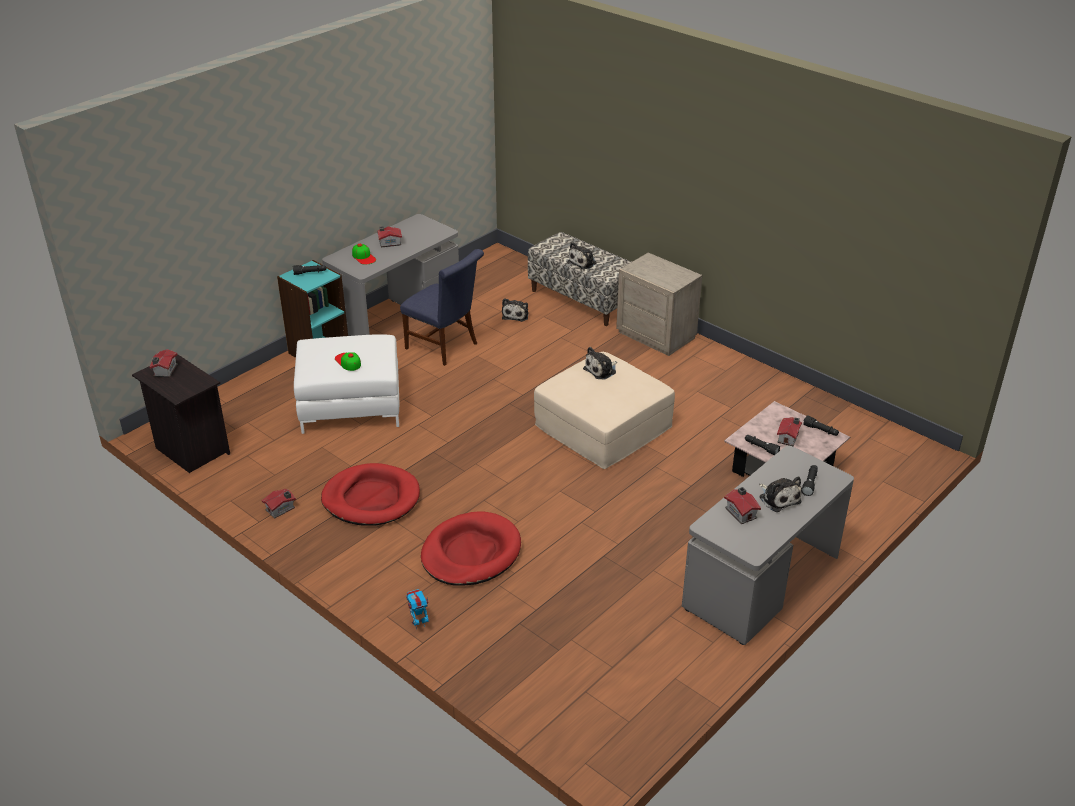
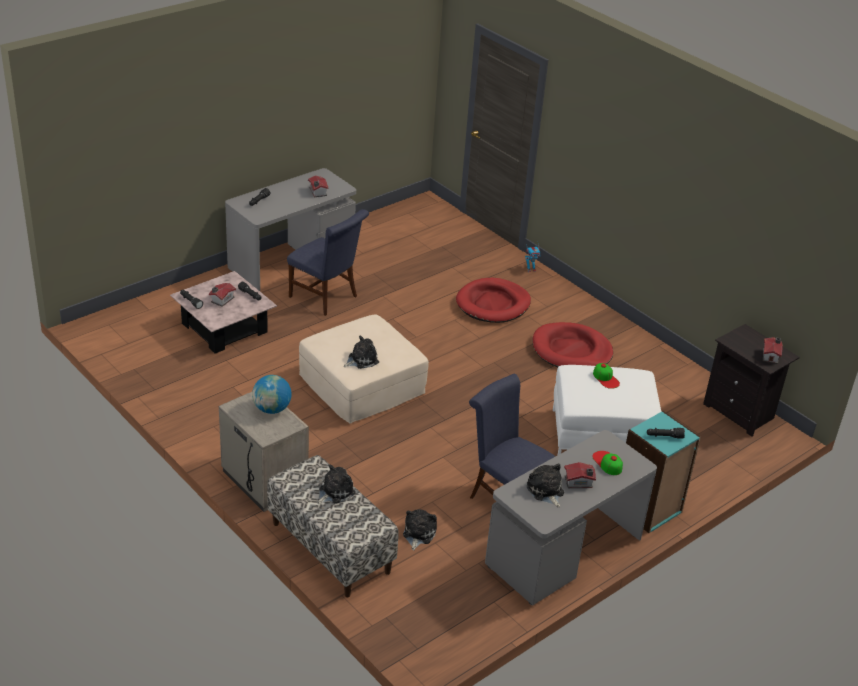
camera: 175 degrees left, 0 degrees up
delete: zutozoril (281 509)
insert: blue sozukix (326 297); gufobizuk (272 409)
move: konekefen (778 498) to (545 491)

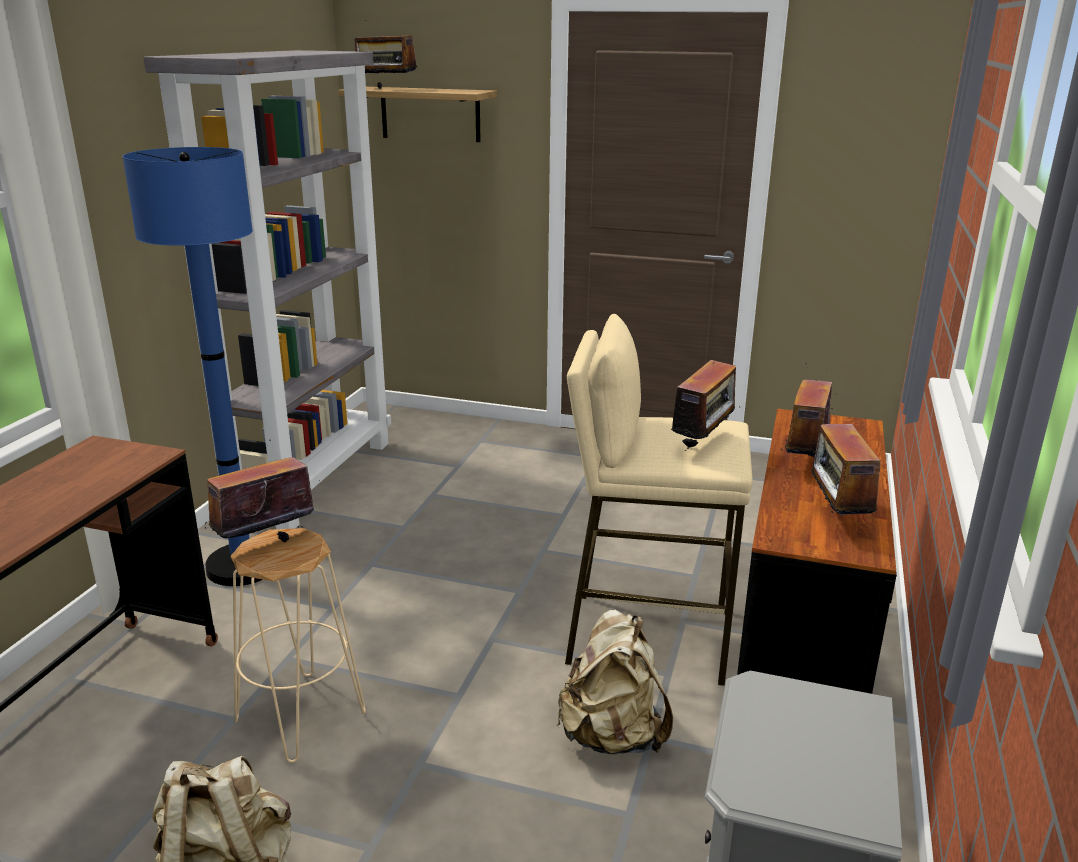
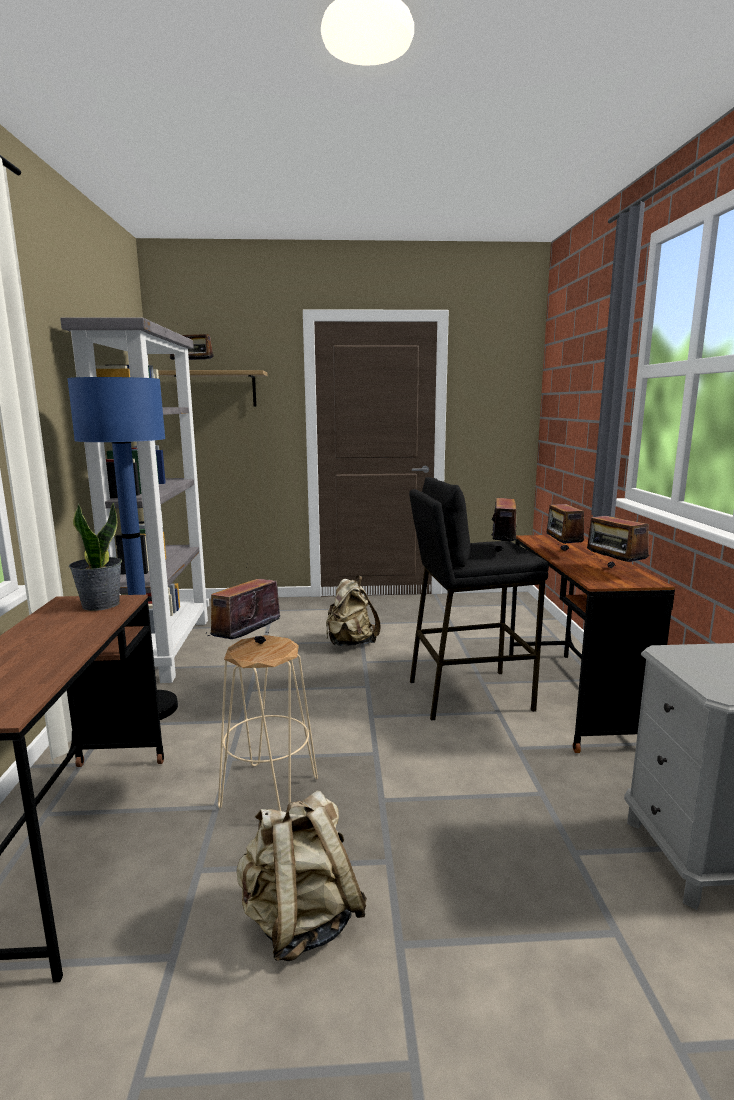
camera: 20 degrees left, 10 degrees down
insert: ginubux (100 604)
move: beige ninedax (611 736) to (350 643)
recolor: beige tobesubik (647 635) to black tobesubik (468 694)

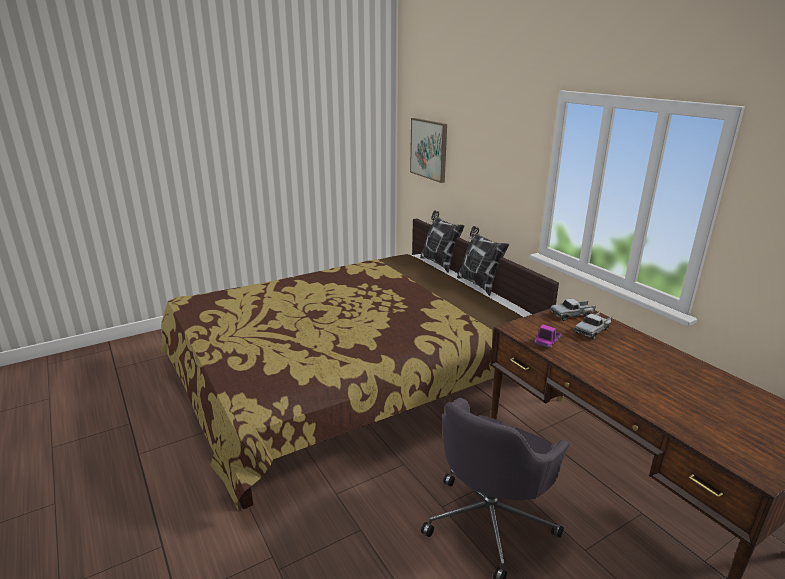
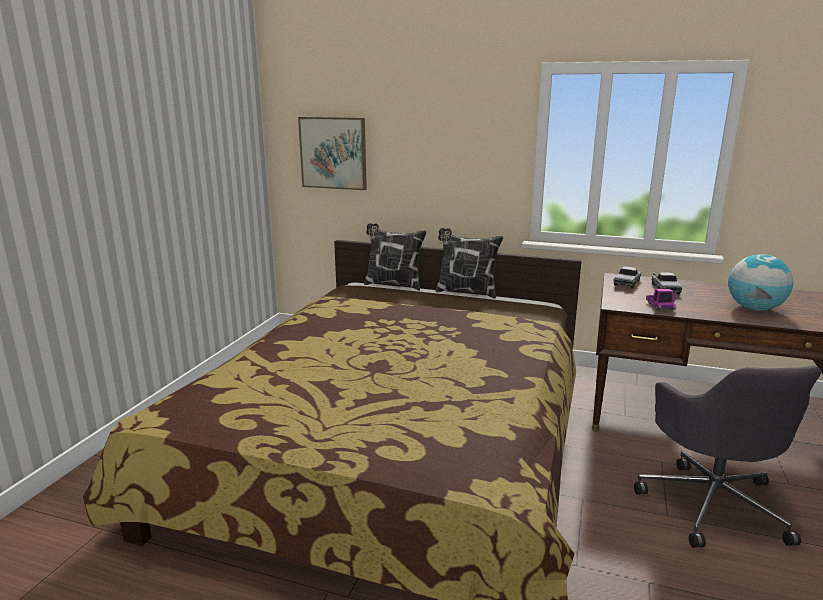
camera: 40 degrees left, 5 degrees down
insert: gufobizuk (754 308)

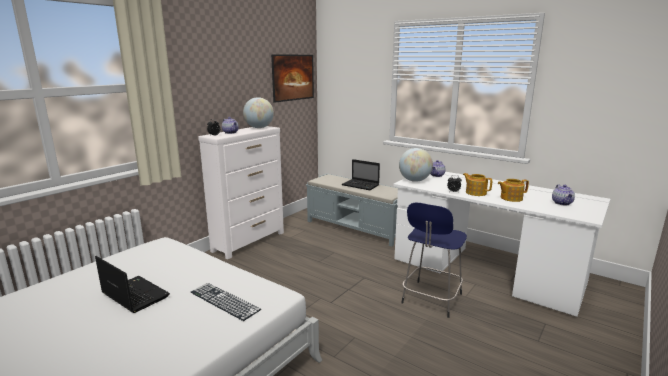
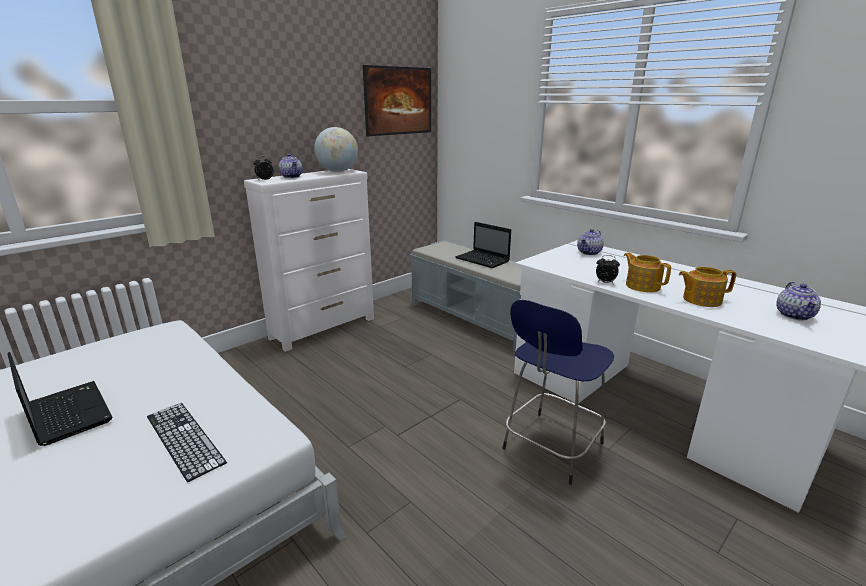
camera: 10 degrees right, 5 degrees up
delete: gufobizuk (414 180)

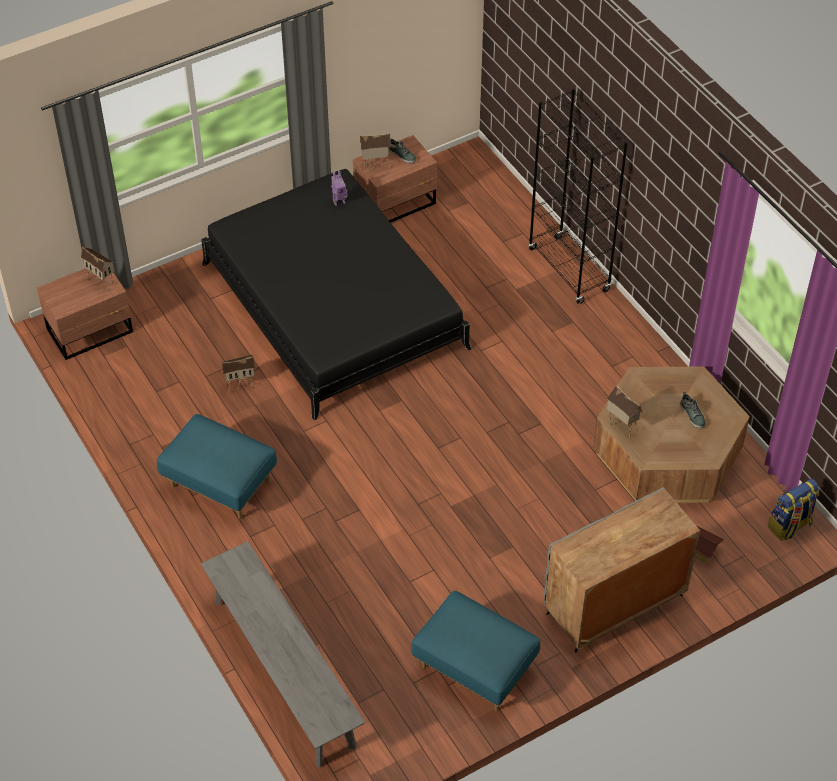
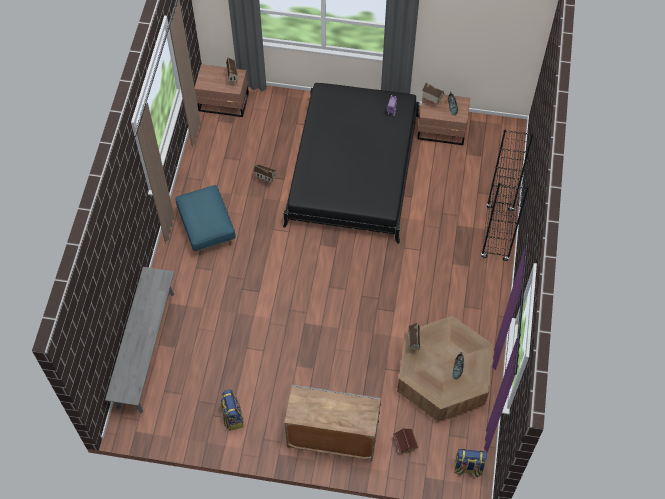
camera: 40 degrees right, 10 degrees up
replace: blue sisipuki (473 668) to ninedax (232 417)

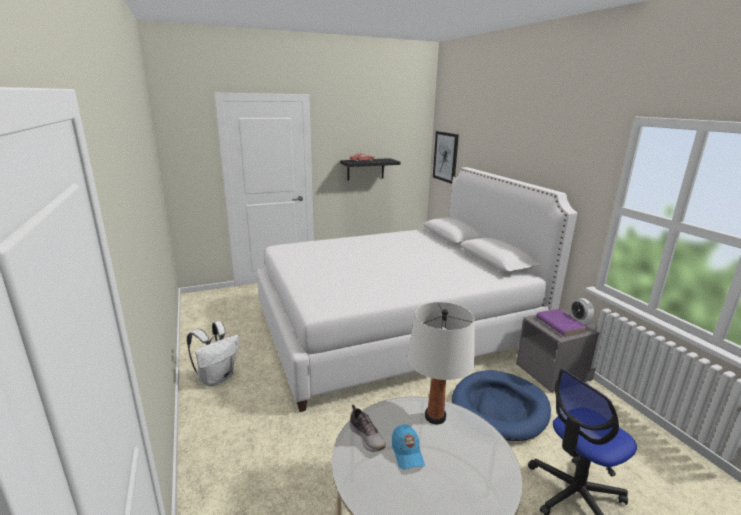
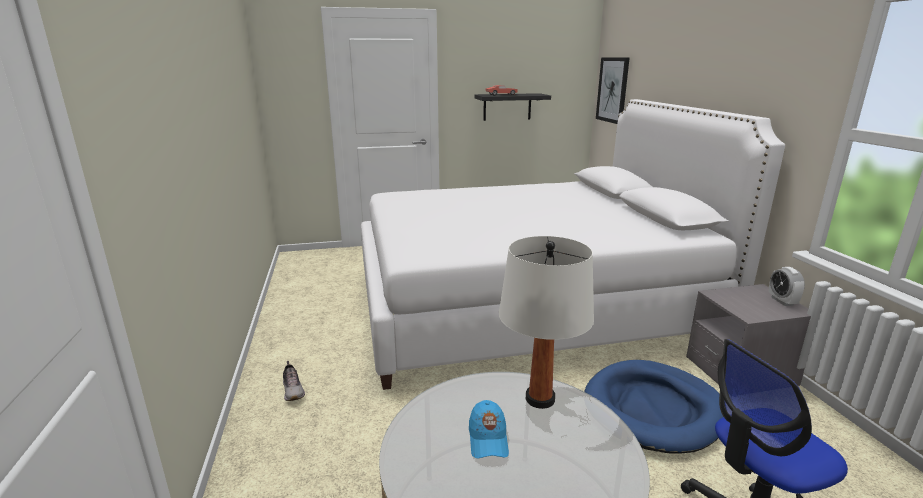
camera: 10 degrees right, 0 degrees up
delete: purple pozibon (559 325); white ninedax (217 377)
move: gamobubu (367 437) to (293 390)

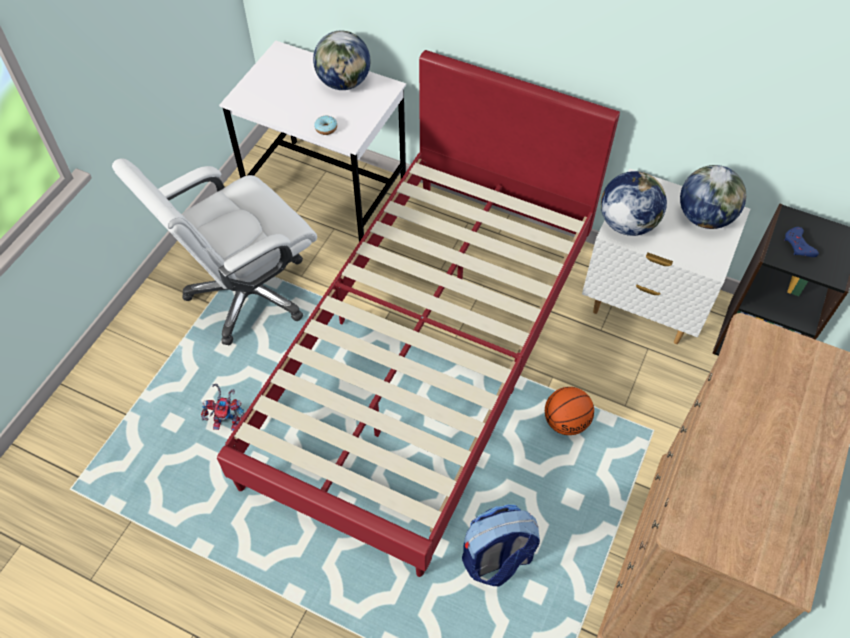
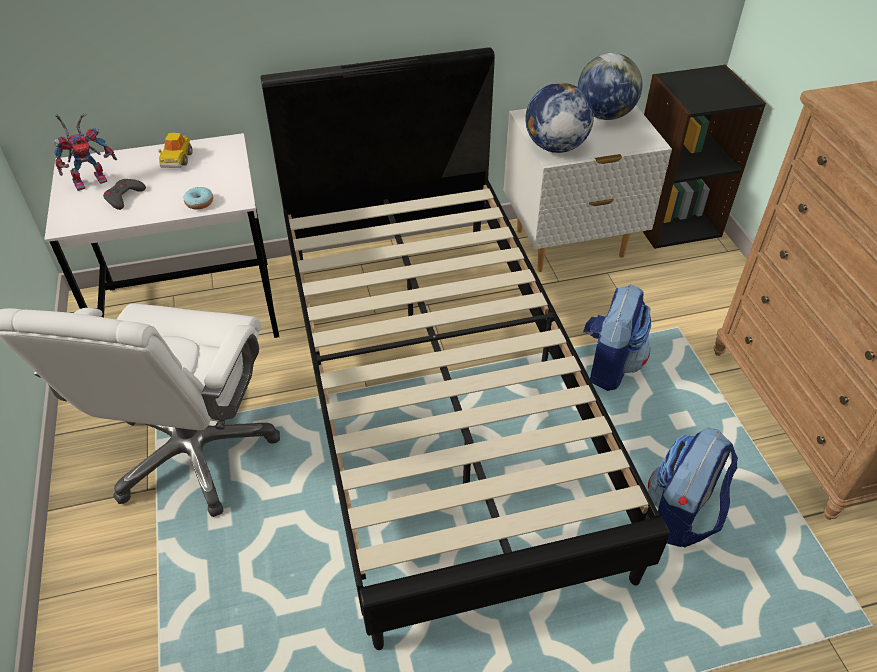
camera: 40 degrees left, 10 degrees down
delete: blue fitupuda (798 245)
insert: grey fitupuda (124 197)
move: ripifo (230 422) to (92 179)
replace: gufobizuk (344 83) to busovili (177 159); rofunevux (566 421) to ninedax (609 365)
recolor: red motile (425 357) to black motile (438 393)

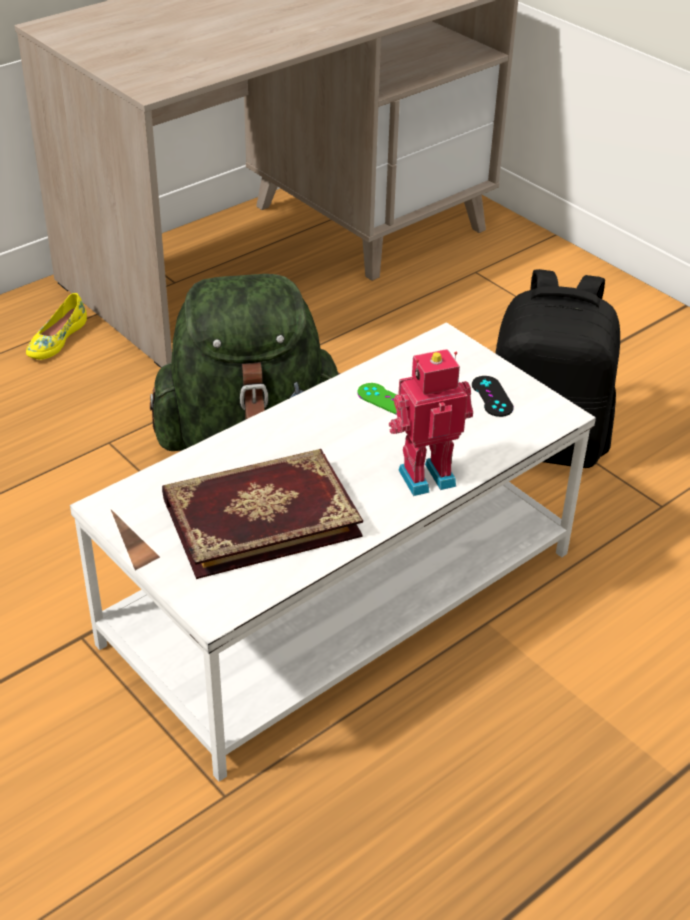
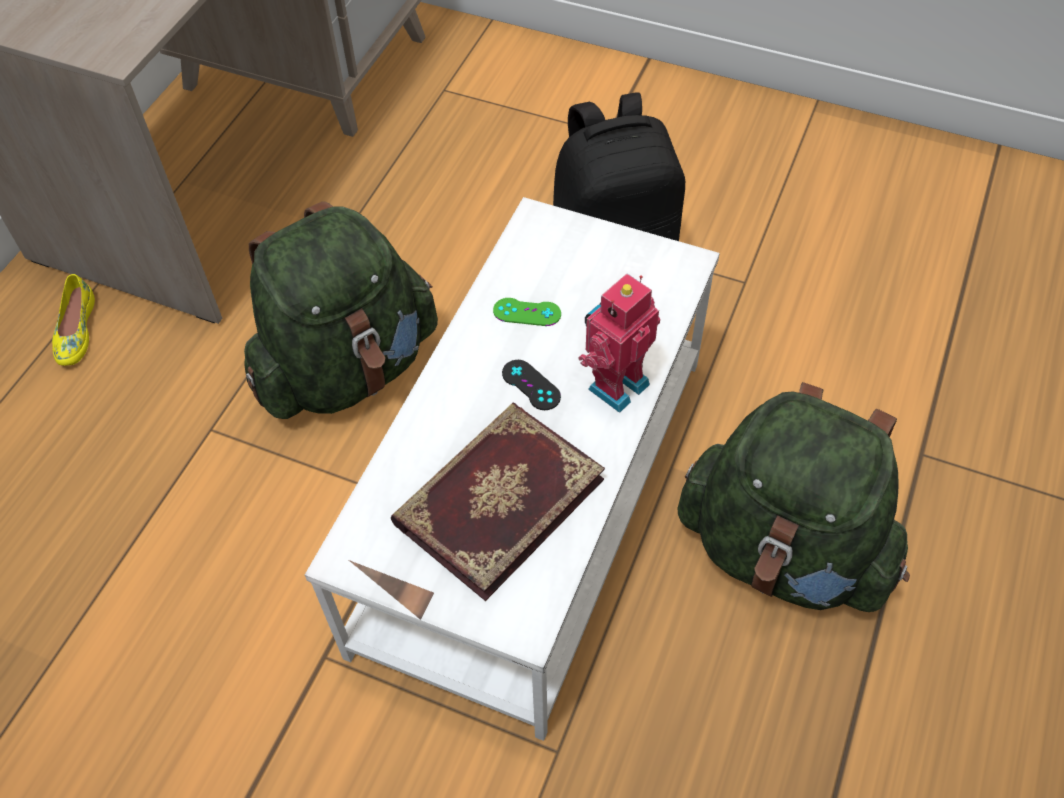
camera: 25 degrees left, 15 degrees up
insert: green ninedax (782 552)
move: black fitupuda (492 396) to (531 385)

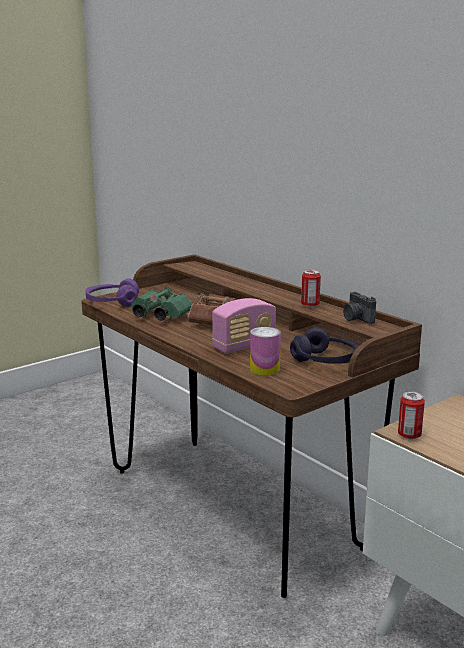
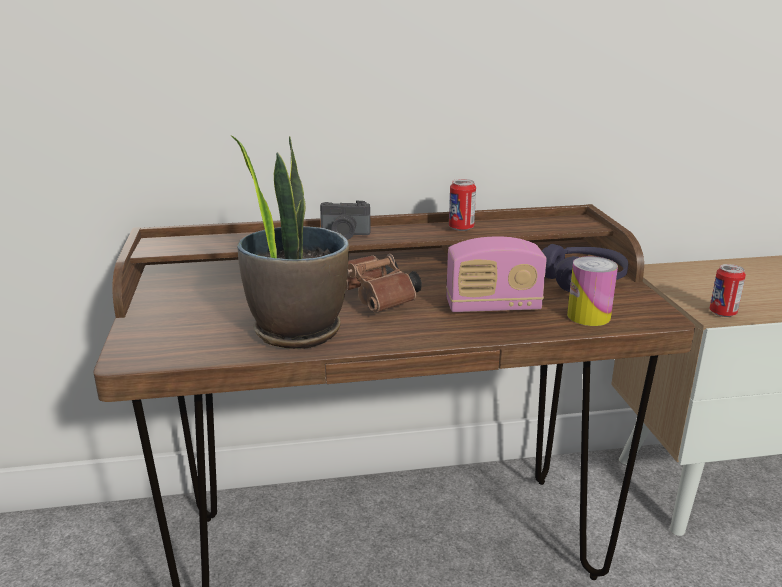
camera: 60 degrees left, 5 degrees up
delete: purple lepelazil (112 302)
move: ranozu (356 319) to (344 235)
replace: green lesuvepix (159 316) to ginubux (297 330)
rotate: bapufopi (244 346) = (493 307) 90 degrees clockwise

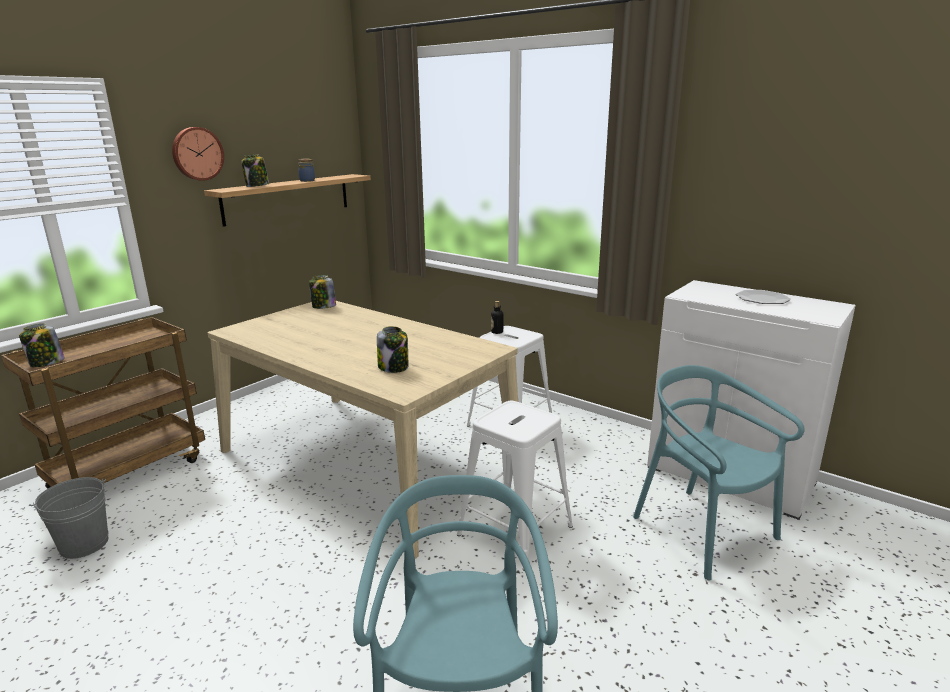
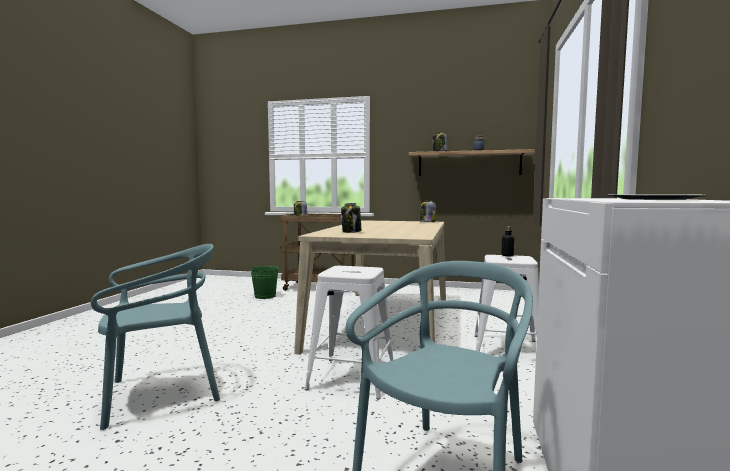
camera: 65 degrees right, 15 degrees down
delete: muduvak (197 153)
recolor: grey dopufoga (84 544) to green dopufoga (265 296)

